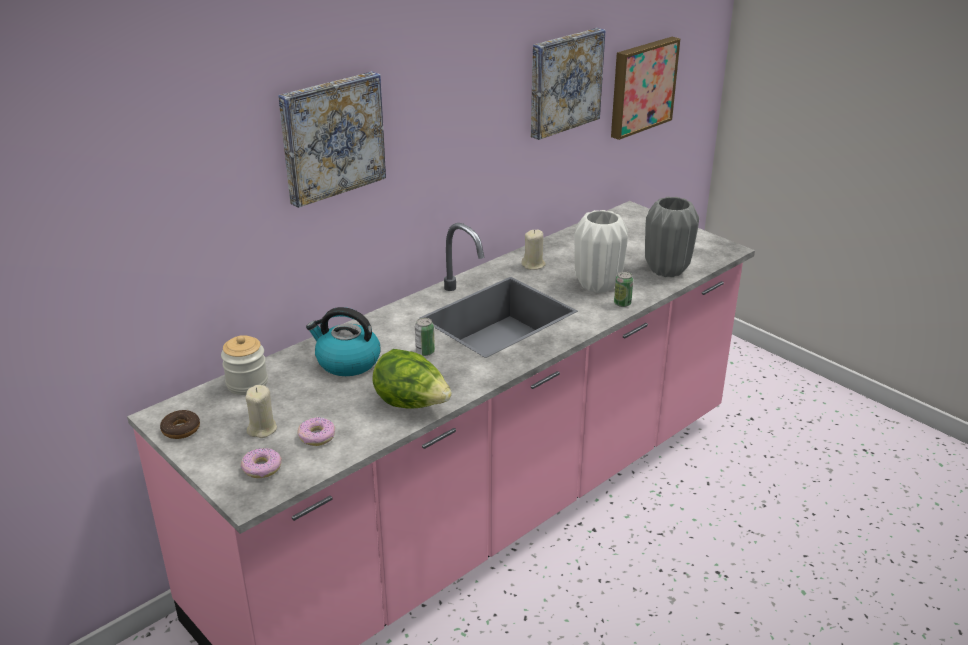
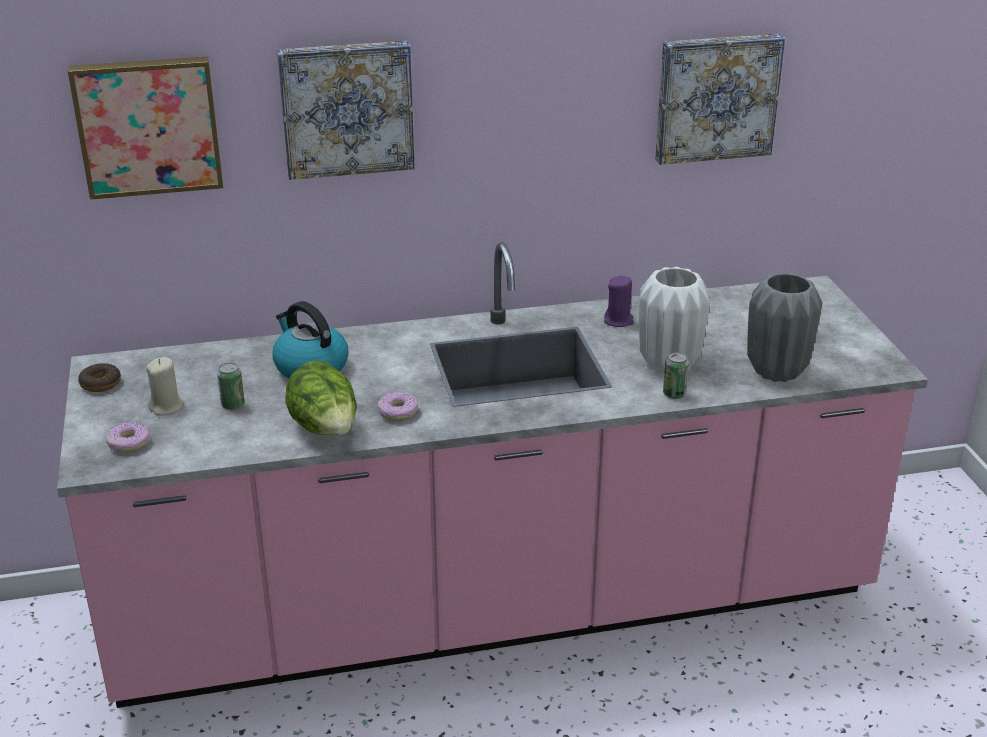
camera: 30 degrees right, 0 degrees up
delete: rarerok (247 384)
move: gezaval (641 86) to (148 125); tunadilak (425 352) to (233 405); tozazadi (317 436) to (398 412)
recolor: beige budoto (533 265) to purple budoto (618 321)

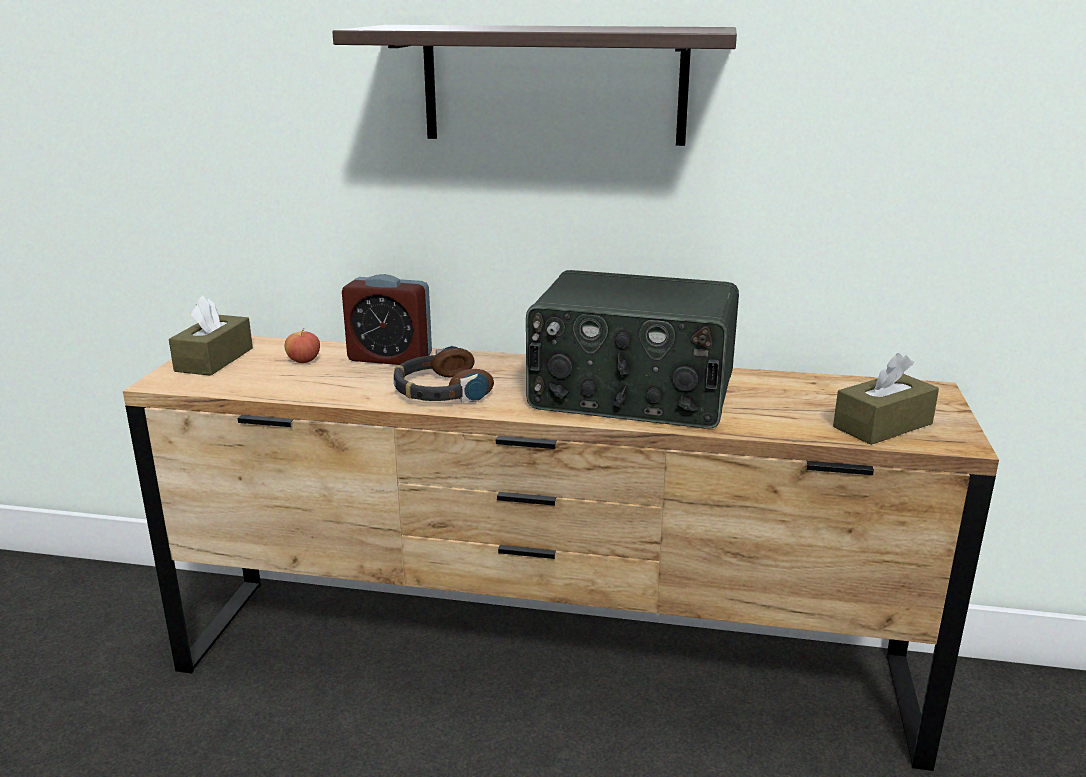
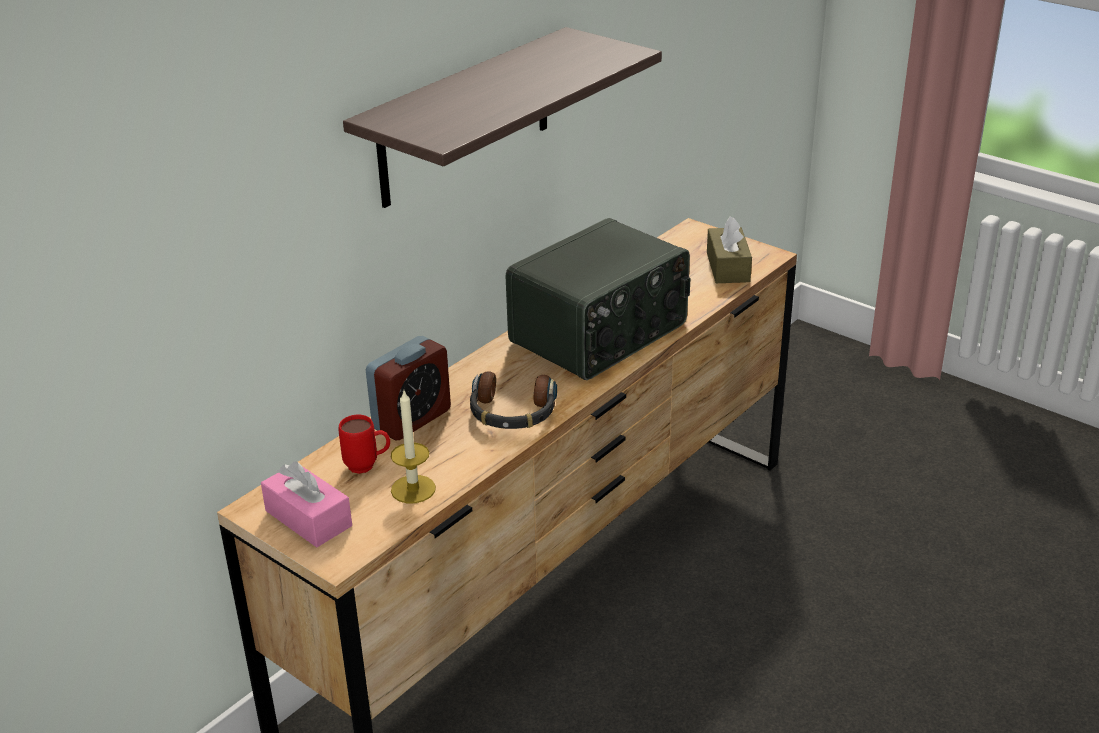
camera: 60 degrees left, 10 degrees up
insert: budoto (413 489)
replace: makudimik (303 360) to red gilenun (368 466)
recolor: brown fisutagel (214 359) to pink fisutagel (308 518)

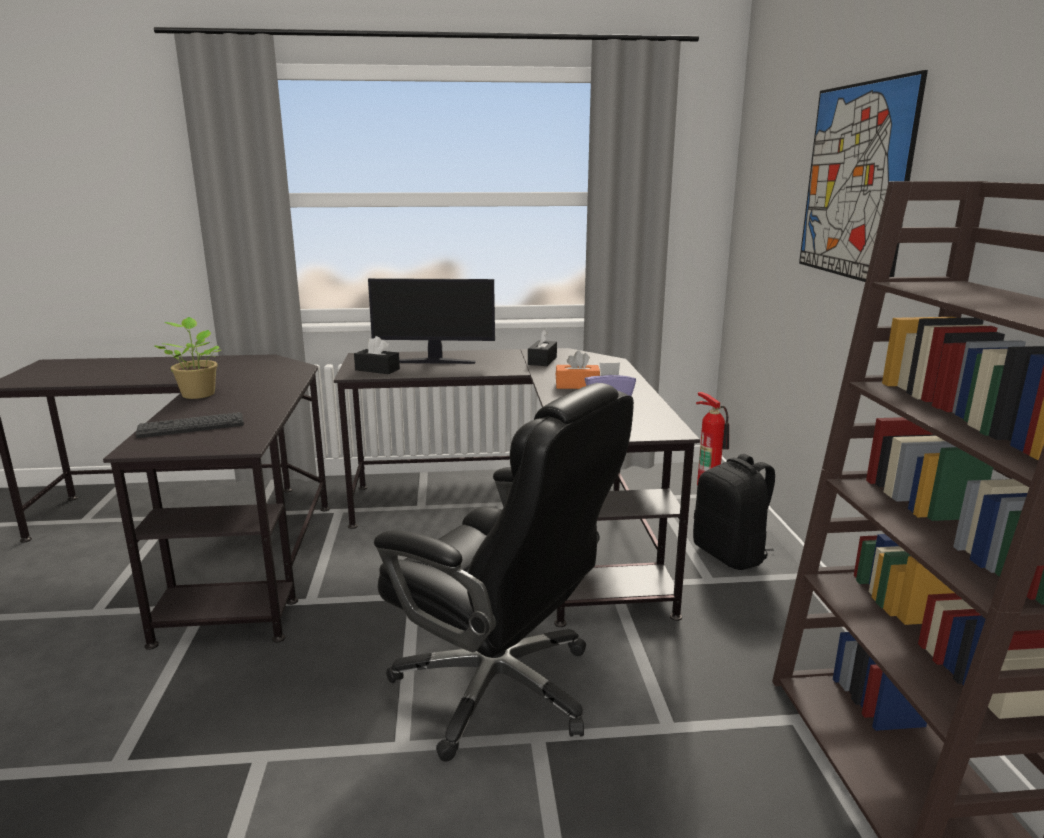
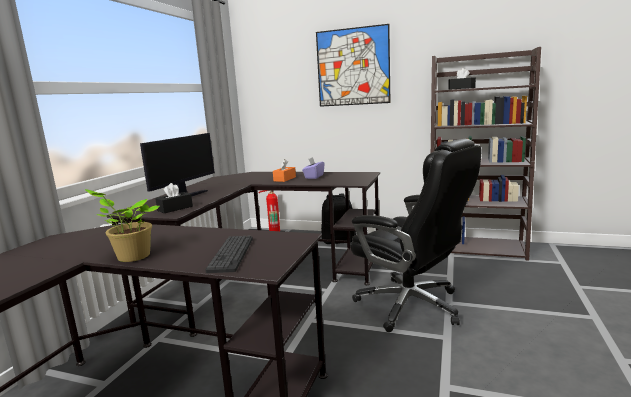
camera: 65 degrees left, 5 degrees down
move: black fisutagel (542 361) to (461 88)
rotate: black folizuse (500 688) = (411 305) 75 degrees clockwise

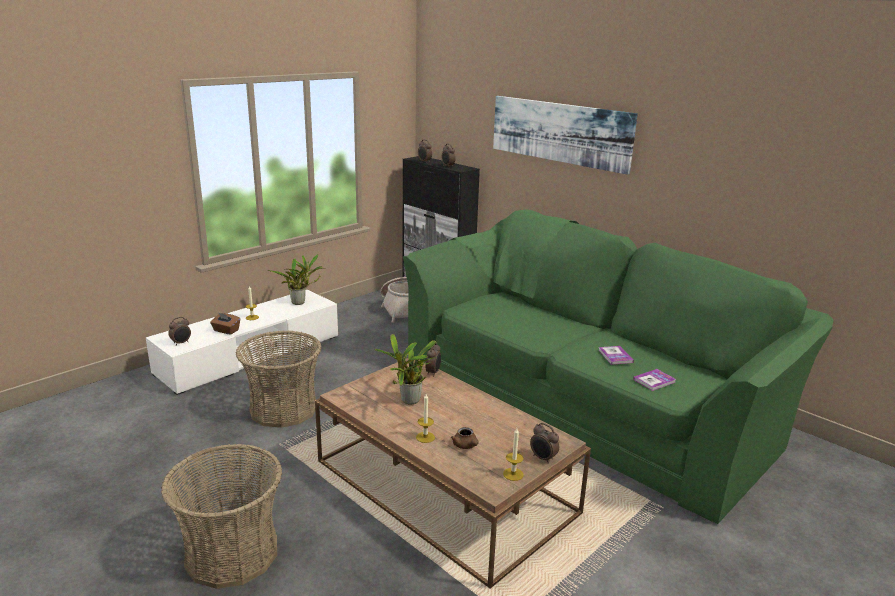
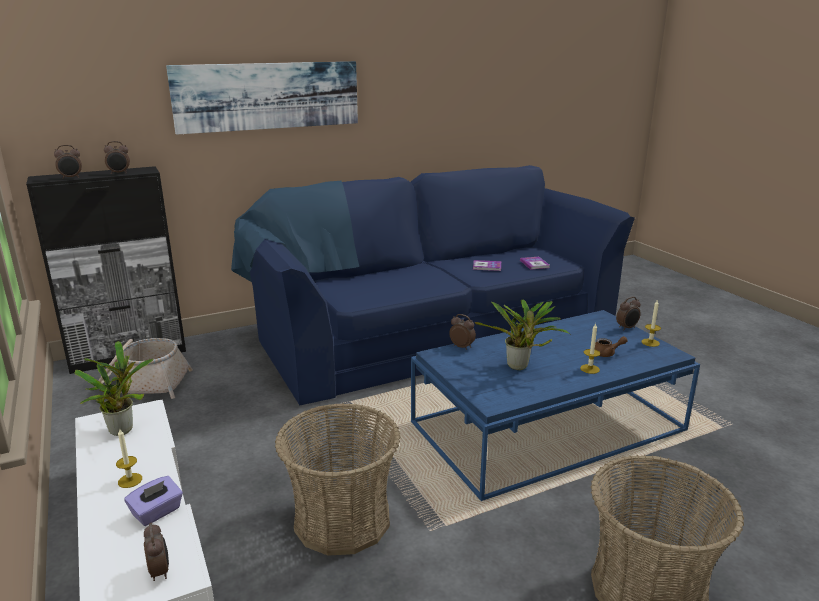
camera: 70 degrees left, 0 degrees up
recolor: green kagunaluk (585 398) to blue kagunaluk (430 330); brown fisutagel (226 331) to purple fisutagel (157 512); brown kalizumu (445 487) to blue kalizumu (548 426)

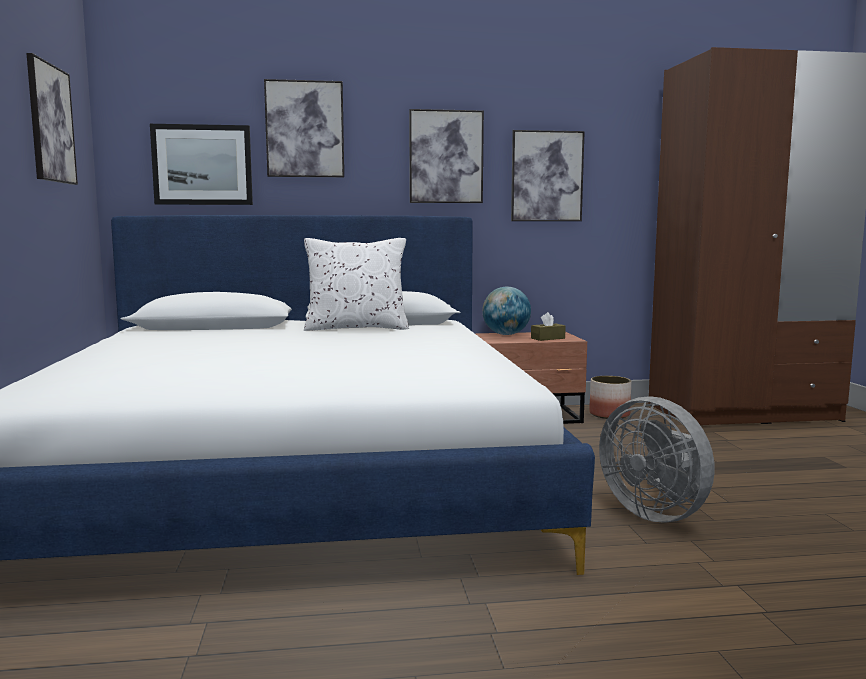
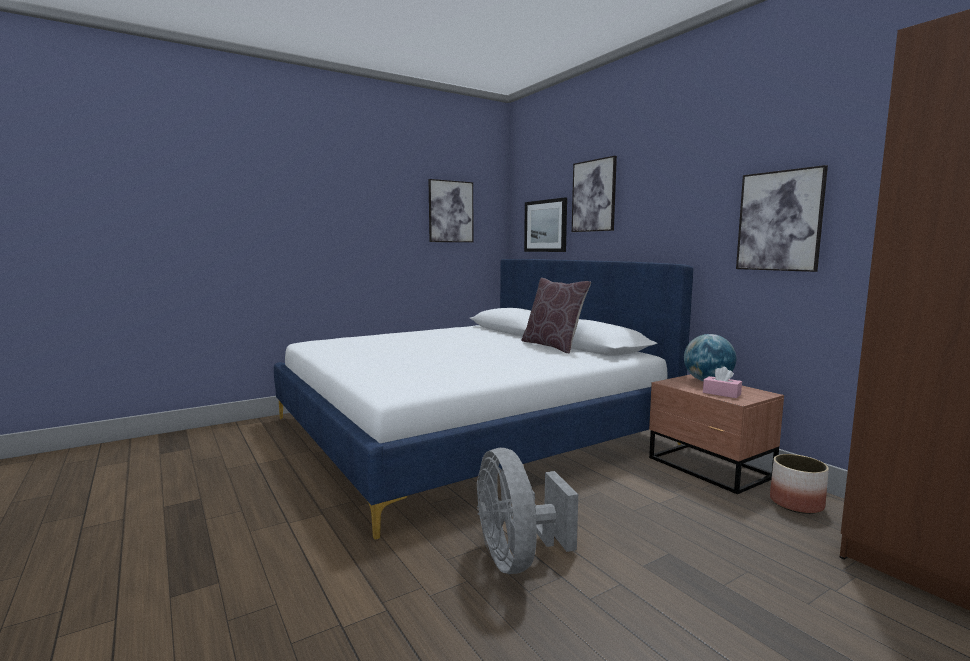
camera: 65 degrees right, 0 degrees up
delete: gezaval (446 157)
recolor: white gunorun (356 328) to brown gunorun (553 346); brown fisutagel (548 338) to pink fisutagel (721 393)
rotate: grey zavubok (656 513) = (517 558) 45 degrees counterclockwise

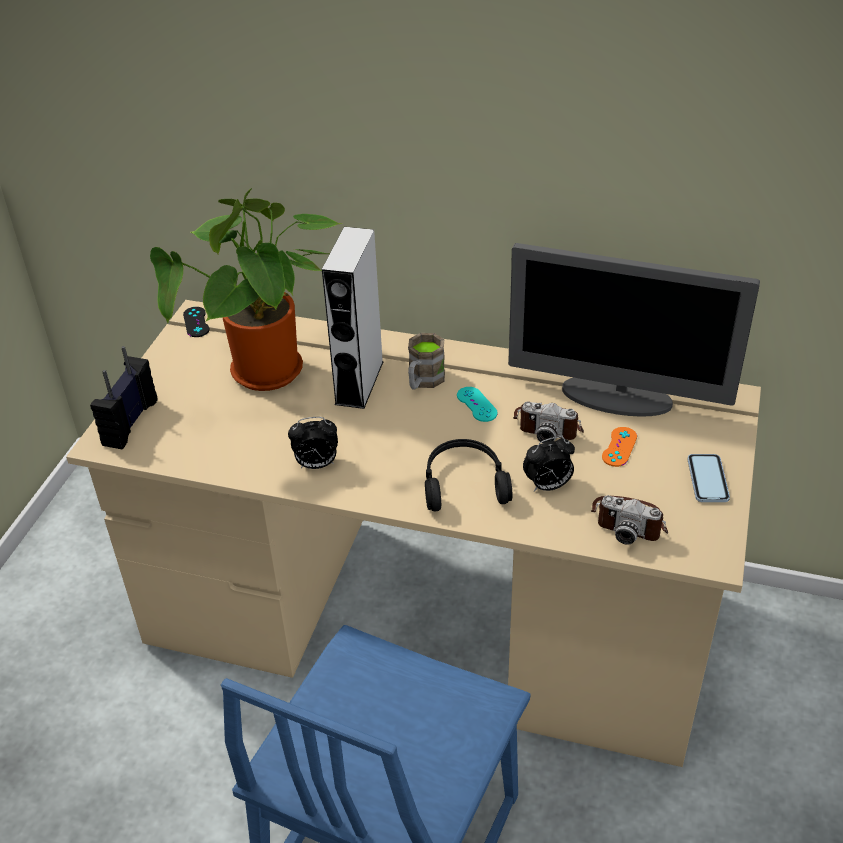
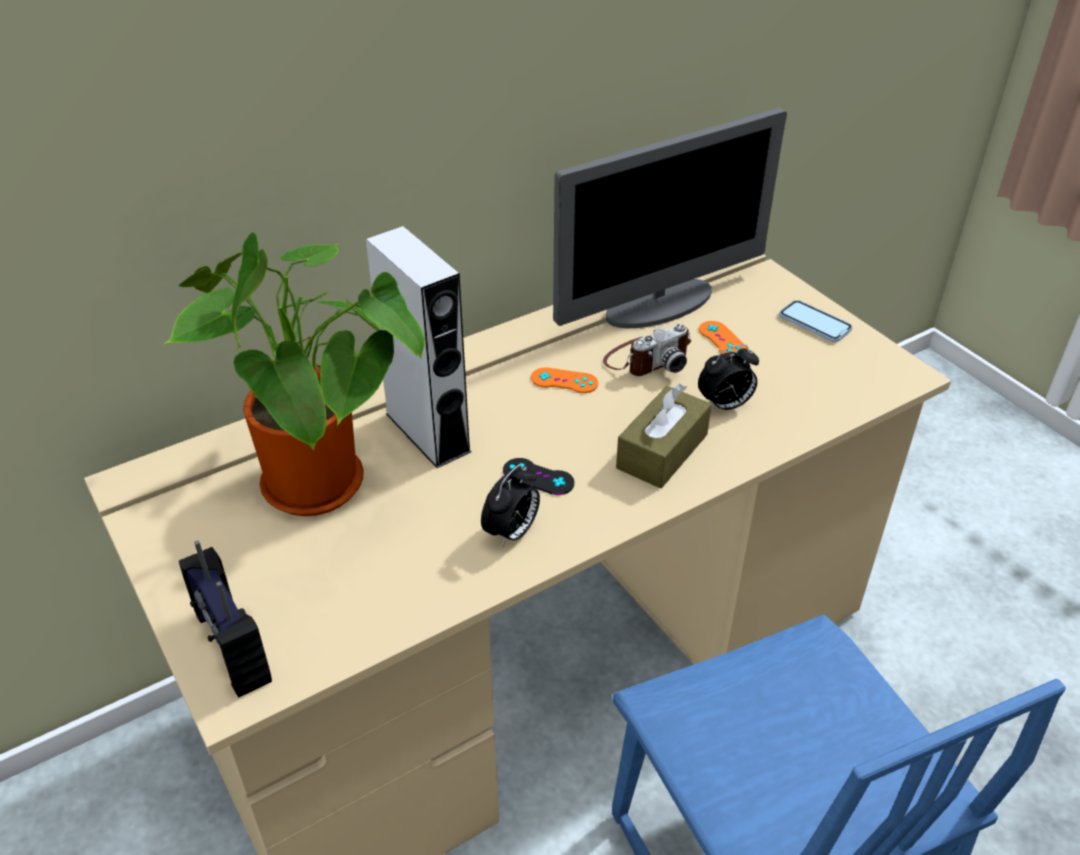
camera: 50 degrees left, 0 degrees up
delete: brown gilenun (423 381); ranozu (629 521)
move: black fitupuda (196 322) to (538 477)
replace: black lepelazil (464 483) to brown fisutagel (662 451)
recolor: turquoise fitupuda (476 404) to orange fitupuda (564 381)
rotate: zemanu (548 486) = (725 406) 45 degrees clockwise

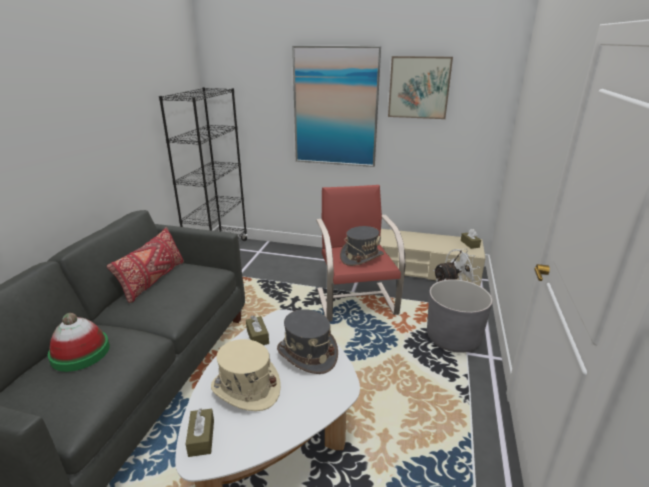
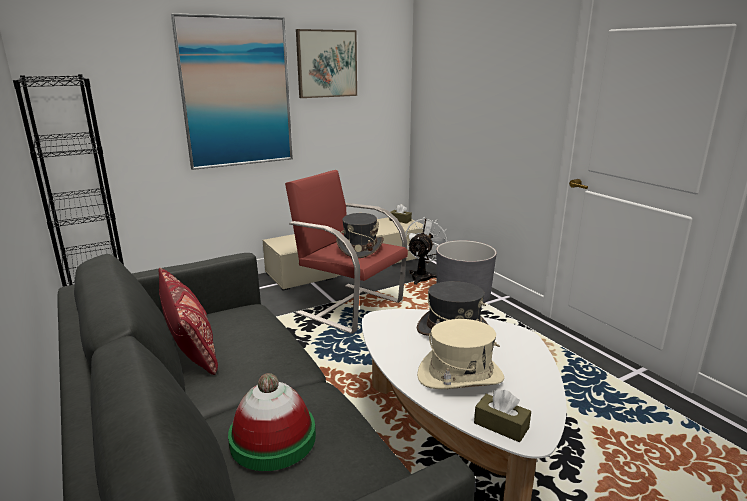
camera: 45 degrees left, 5 degrees down
delete: brown fisutagel (257 336)

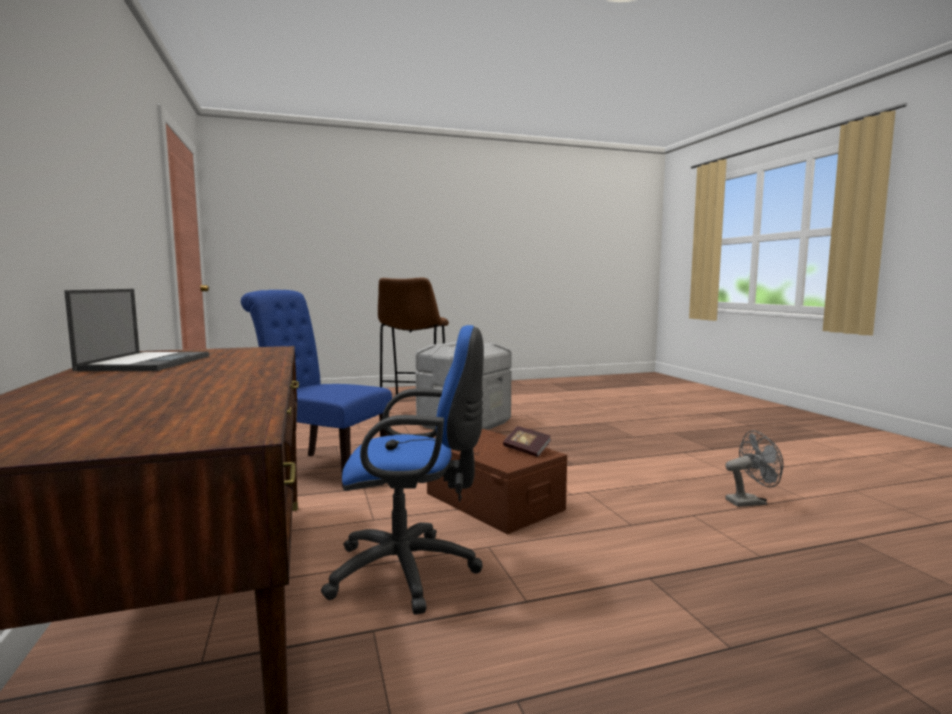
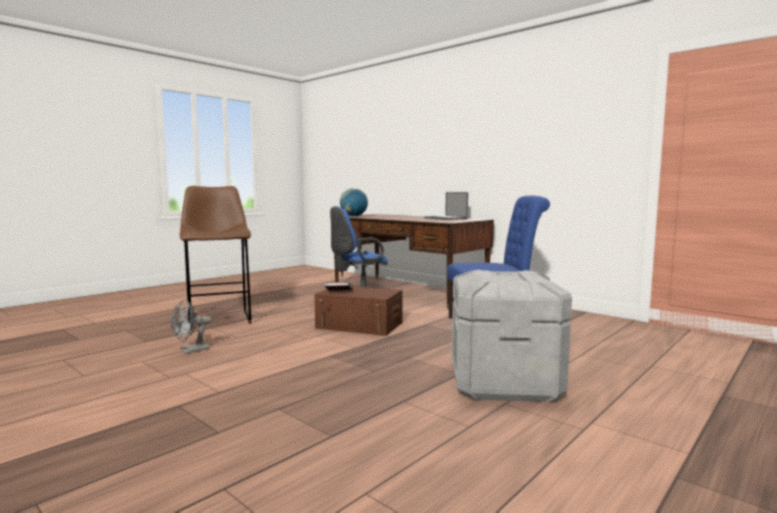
camera: 150 degrees right, 0 degrees up
insert: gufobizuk (354 216)
move: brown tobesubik (413 408) to (219 319)

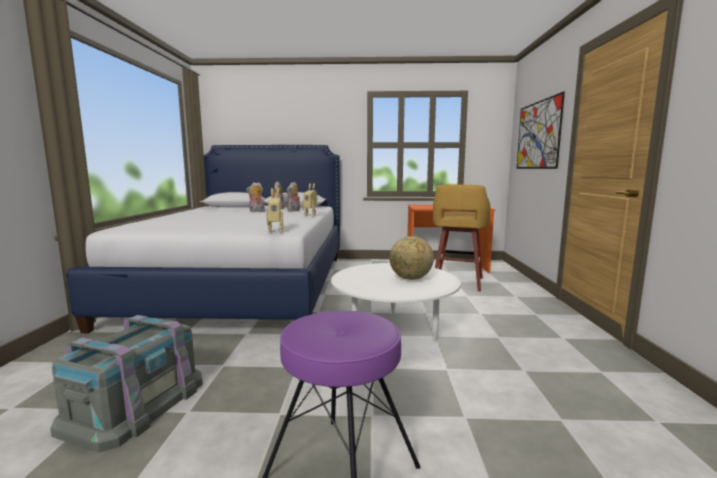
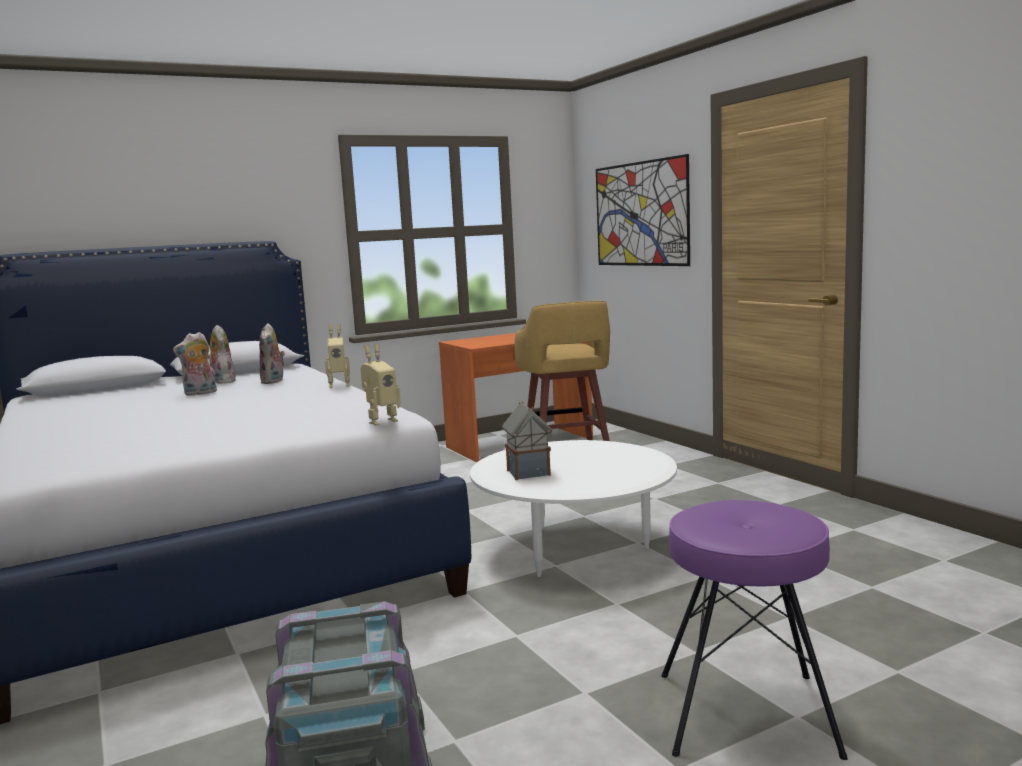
camera: 30 degrees left, 0 degrees up
delete: gufobizuk (410 279)
insert: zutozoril (529 473)

